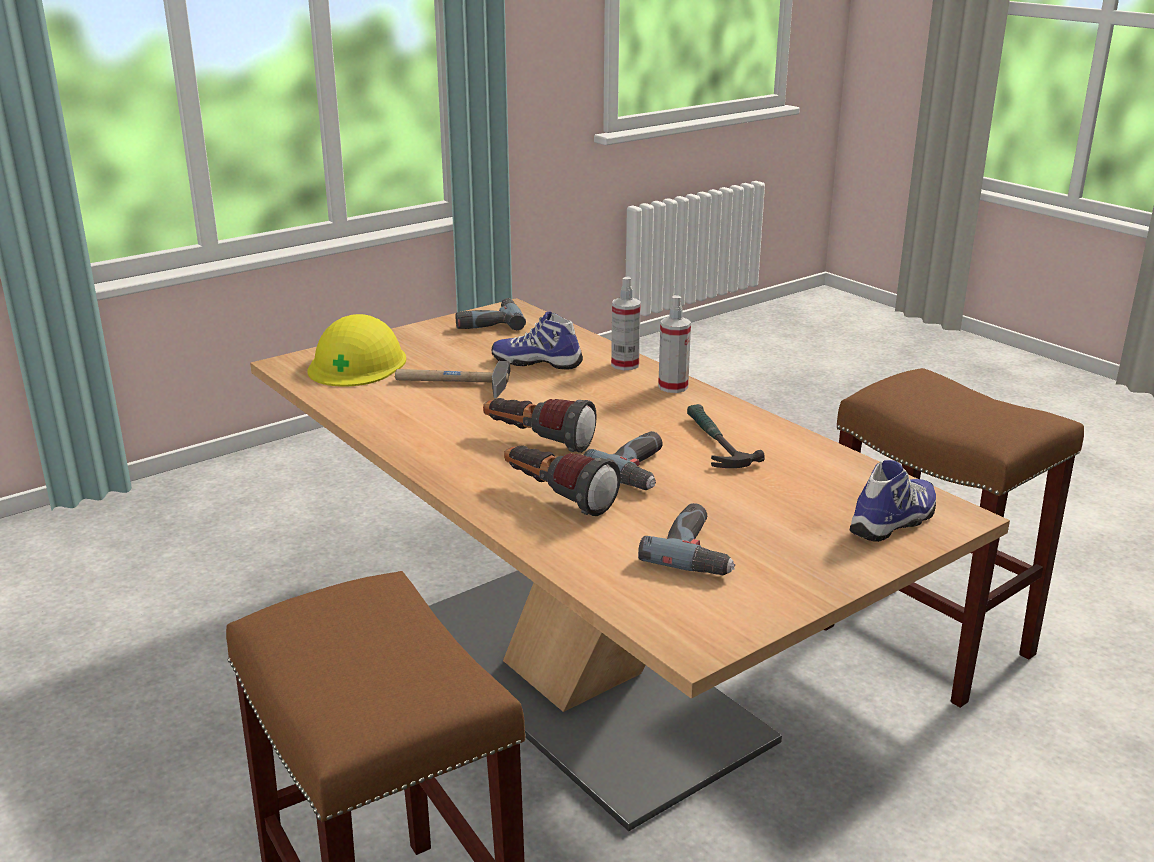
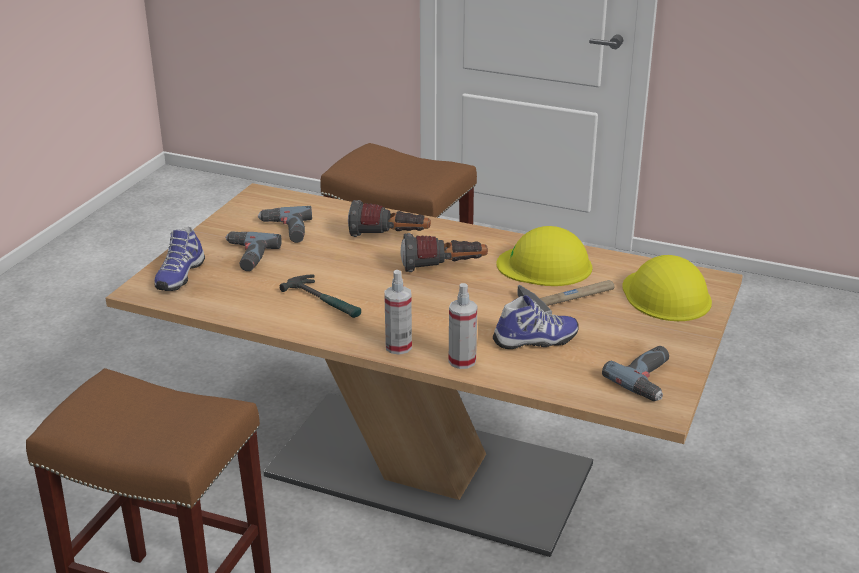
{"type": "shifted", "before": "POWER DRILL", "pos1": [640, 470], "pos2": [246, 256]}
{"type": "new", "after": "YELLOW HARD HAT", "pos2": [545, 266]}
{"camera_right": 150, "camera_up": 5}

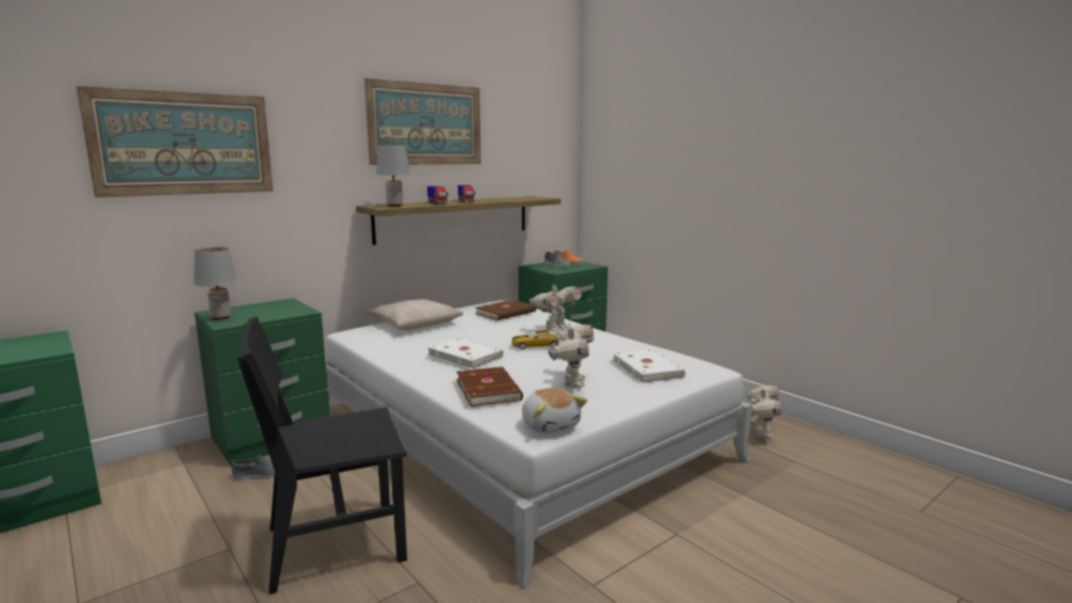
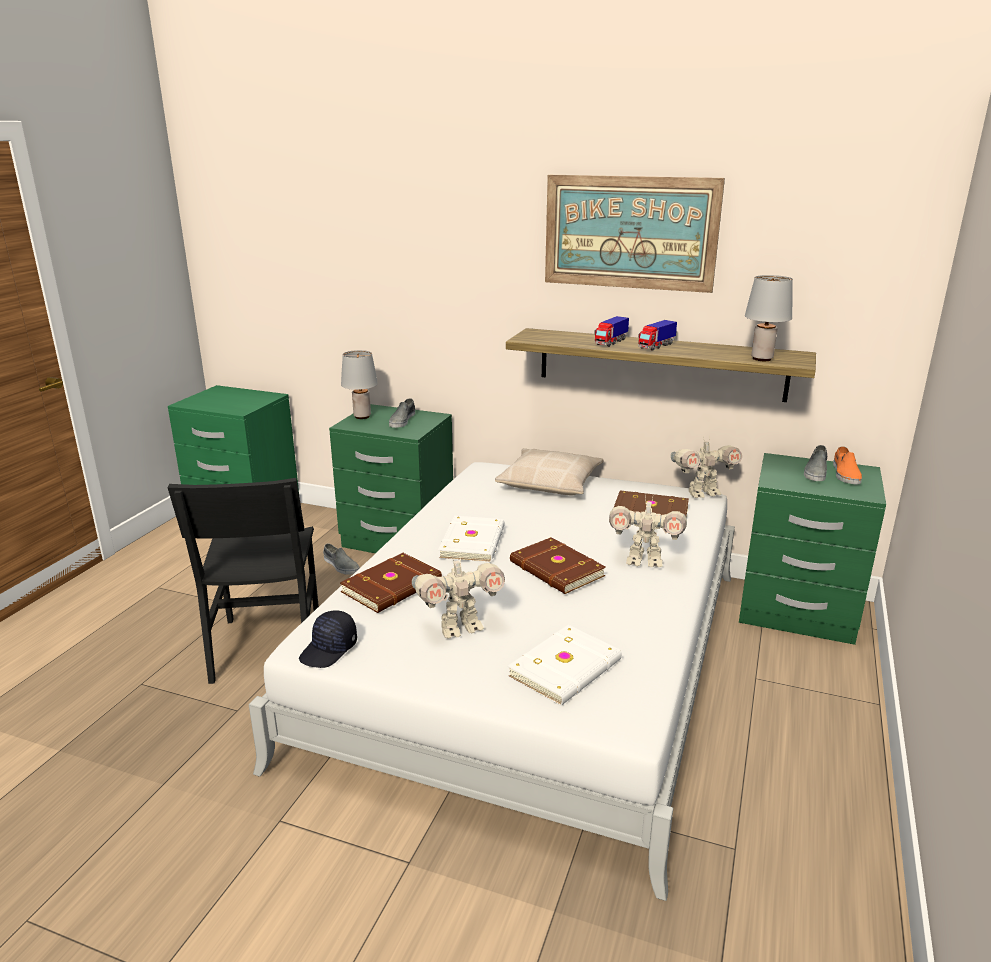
{"type": "gone", "before": "PICTURE", "pos1": [184, 144]}
{"type": "rotated", "before": "BLACK CHAIR", "pos1": [335, 543], "pos2": [267, 646], "turn": -135}
{"type": "shifted", "before": "GREY TABLE LAMP", "pos1": [394, 206], "pos2": [761, 358]}
{"type": "swapped", "before": "TOY CAR", "after": "BROWN BOOK", "pos1": [537, 346], "pos2": [556, 570]}
{"type": "swapped", "before": "PLUSH TOY", "after": "BLACK CAP", "pos1": [550, 425], "pos2": [329, 650]}
{"type": "shifted", "before": "TOY ROBOT", "pos1": [761, 433], "pos2": [702, 493]}
{"type": "new", "after": "GREY SHOE", "pos2": [402, 420]}
{"camera_right": 60, "camera_up": 10}

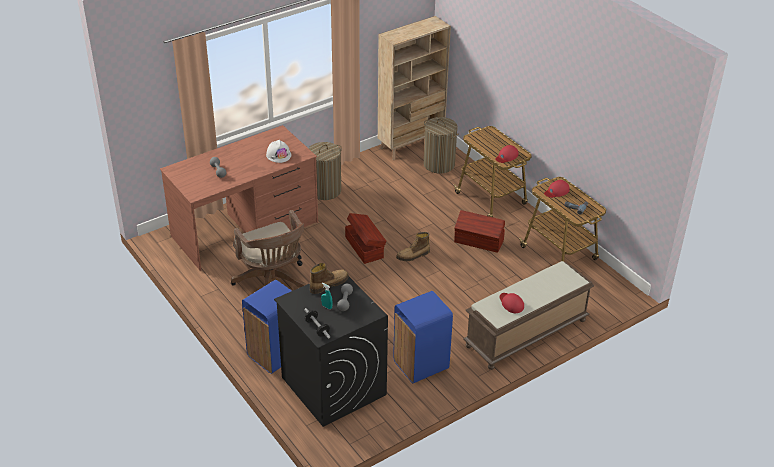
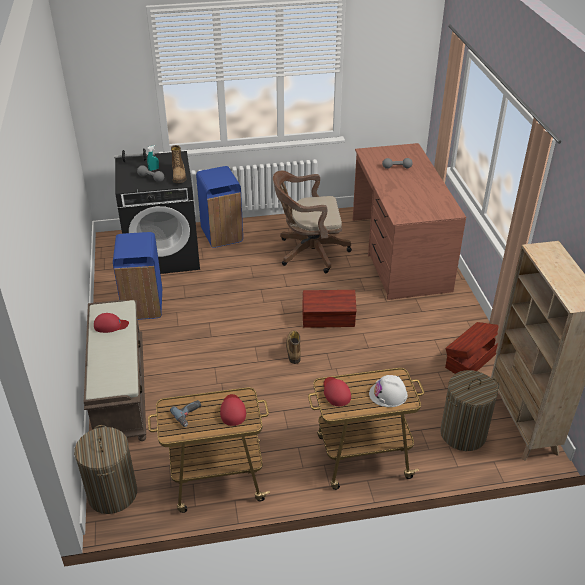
{"type": "shifted", "before": "WHITE HARD HAT", "pos1": [278, 155], "pos2": [388, 394]}
{"type": "shifted", "before": "LAUNDRY BASKET", "pos1": [325, 190], "pos2": [112, 493]}
{"type": "shifted", "before": "BROWN STORAGE BOX", "pos1": [479, 241], "pos2": [470, 360]}
{"camera_right": 115, "camera_up": 0}

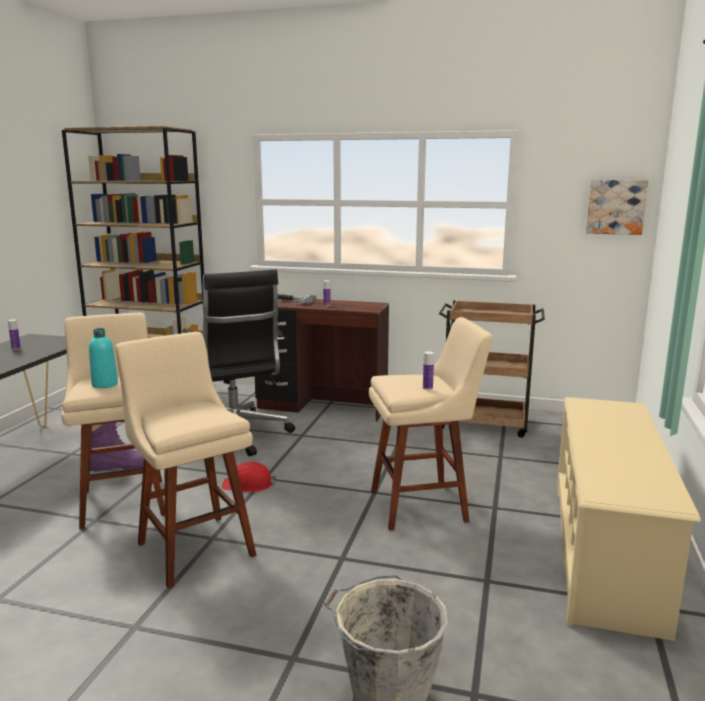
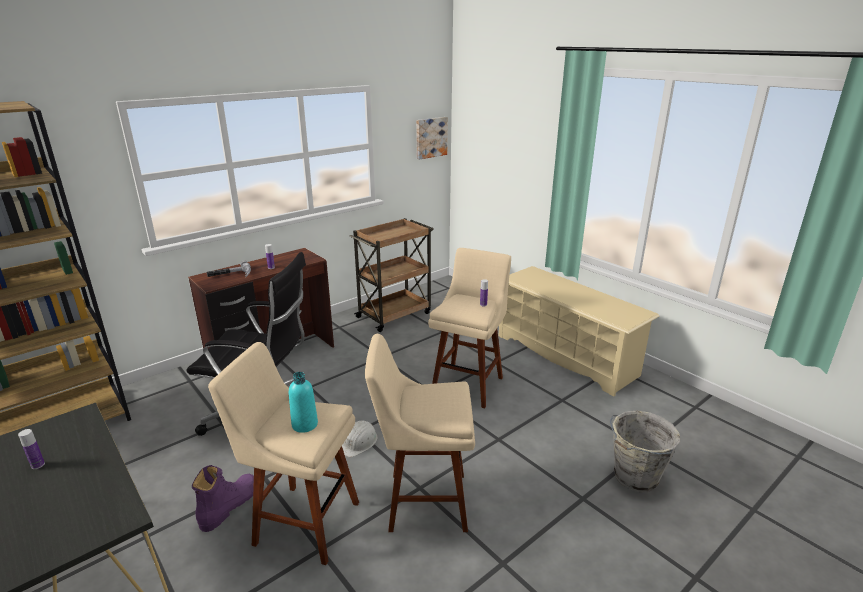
{"type": "repainted", "before": "RED HARD HAT", "after": "WHITE HARD HAT", "pos1": [248, 484], "pos2": [358, 442]}
{"camera_right": -55, "camera_up": 10}

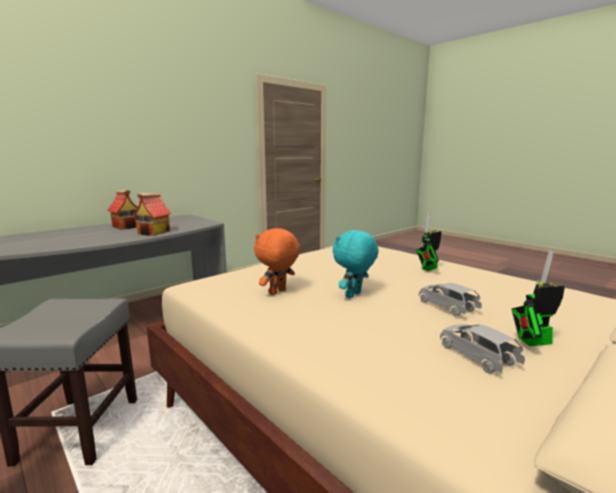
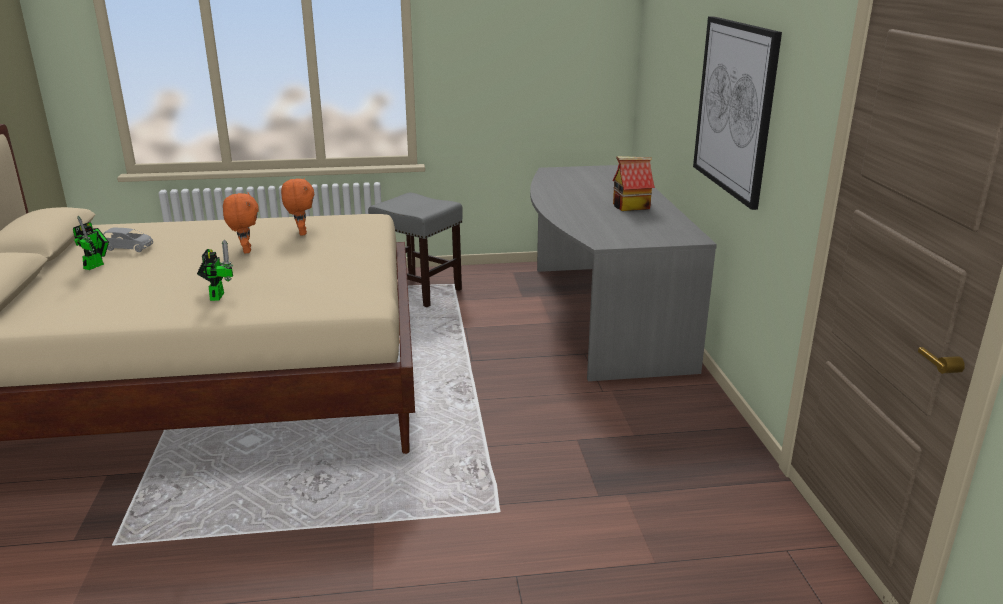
{"type": "gone", "before": "TOY HOUSE", "pos1": [154, 232]}
{"type": "repainted", "before": "TURQUOISE PLUSH TOY", "after": "ORANGE PLUSH TOY", "pos1": [354, 295], "pos2": [245, 250]}
{"type": "gone", "before": "GREY TOY CAR", "pos1": [446, 307]}
{"type": "new", "after": "PICTURE", "pos2": [734, 108]}
{"camera_right": 125, "camera_up": 10}

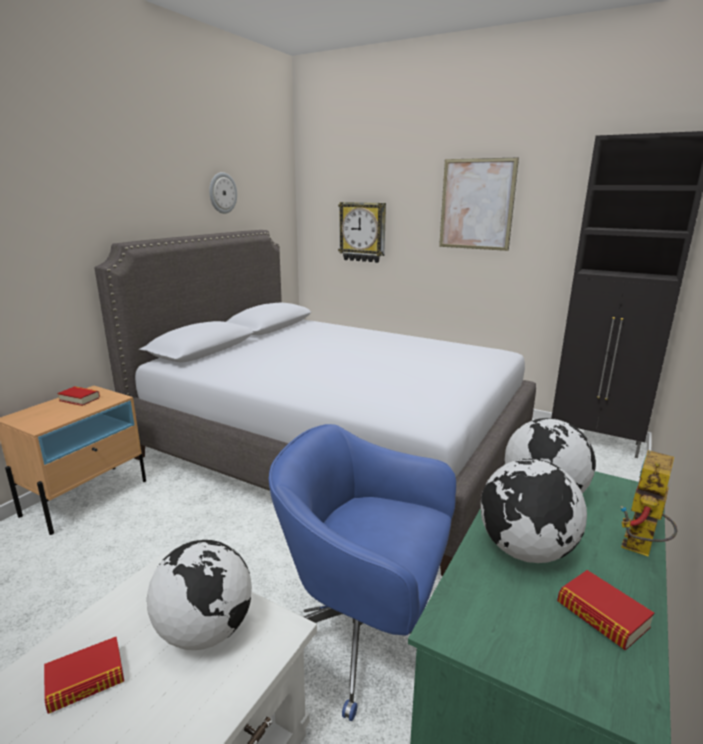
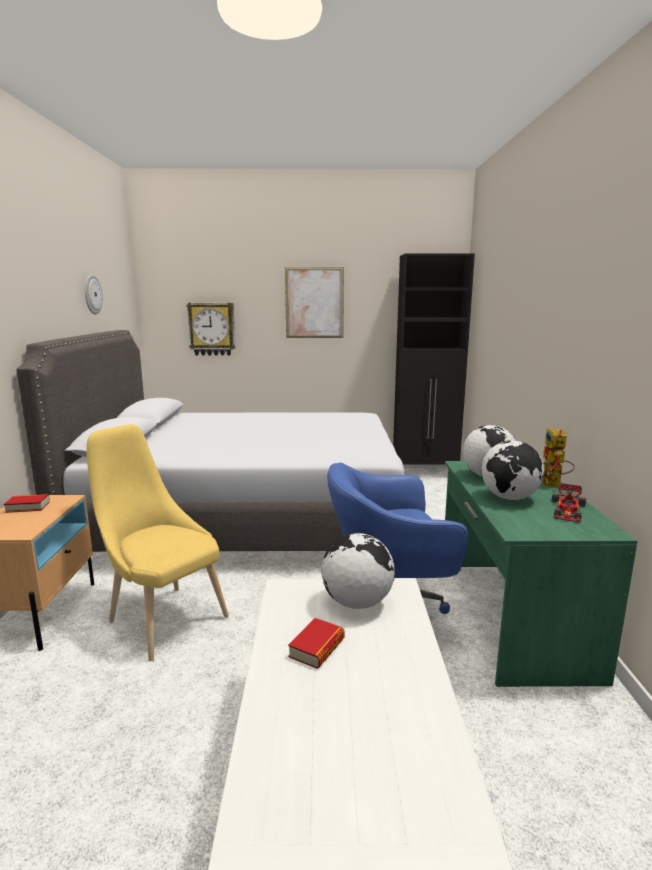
{"type": "swapped", "before": "BOOK", "after": "TOY CAR", "pos1": [602, 615], "pos2": [567, 510]}
{"type": "new", "after": "YELLOW CHAIR", "pos2": [162, 617]}
{"camera_right": -30, "camera_up": -5}

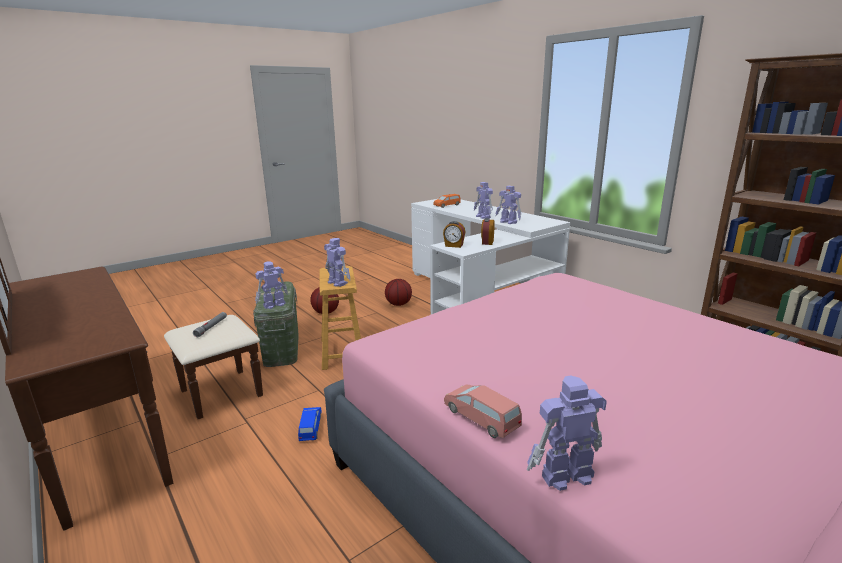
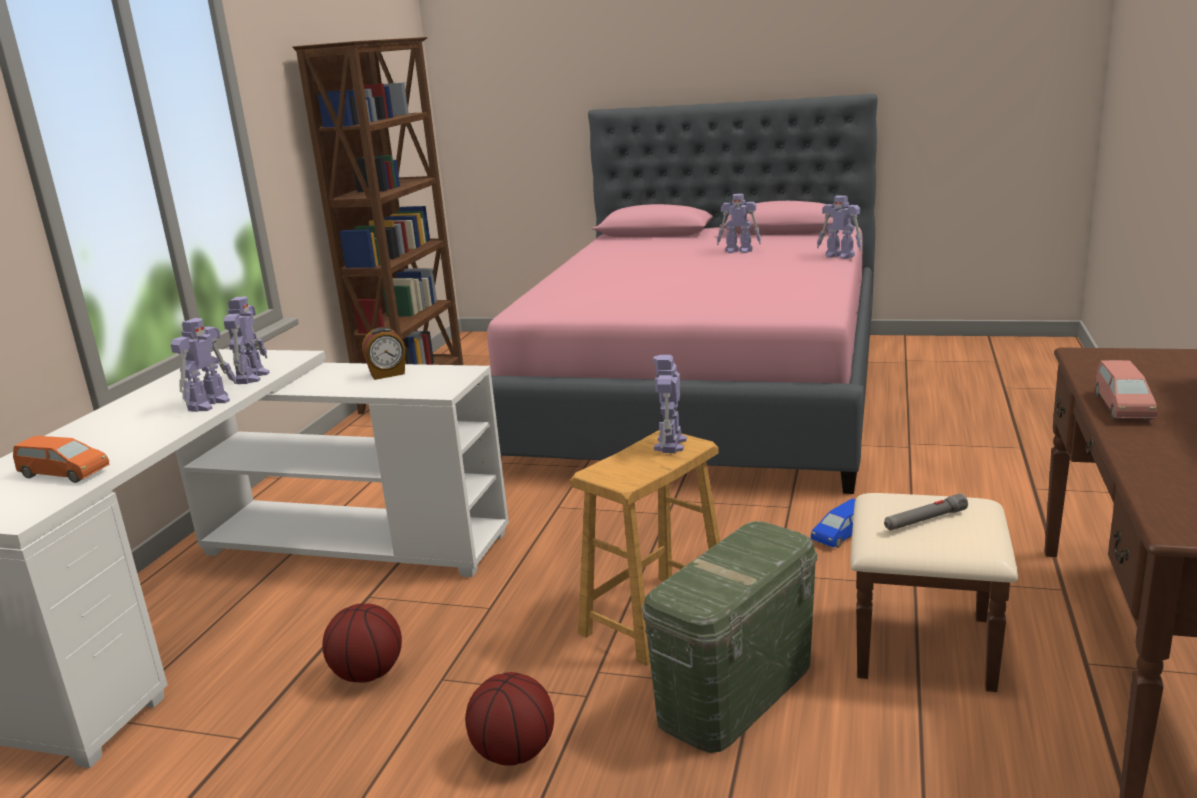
{"type": "shifted", "before": "TOY ROBOT", "pos1": [273, 305], "pos2": [739, 251]}
{"type": "gone", "before": "ALARM CLOCK", "pos1": [454, 245]}
{"type": "shifted", "before": "PINK TOY CAR", "pos1": [481, 418], "pos2": [1122, 406]}
{"camera_right": -125, "camera_up": 0}

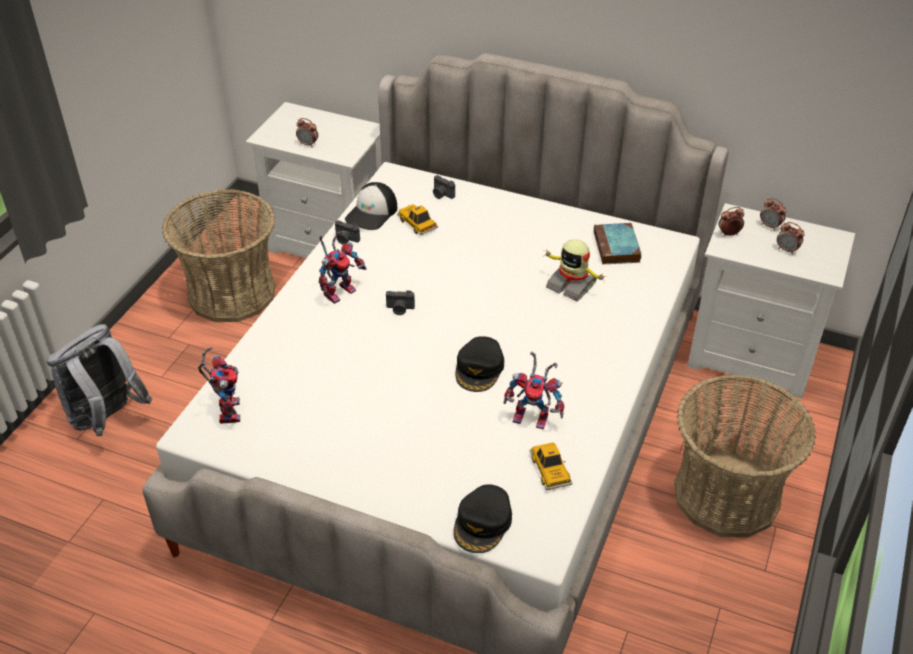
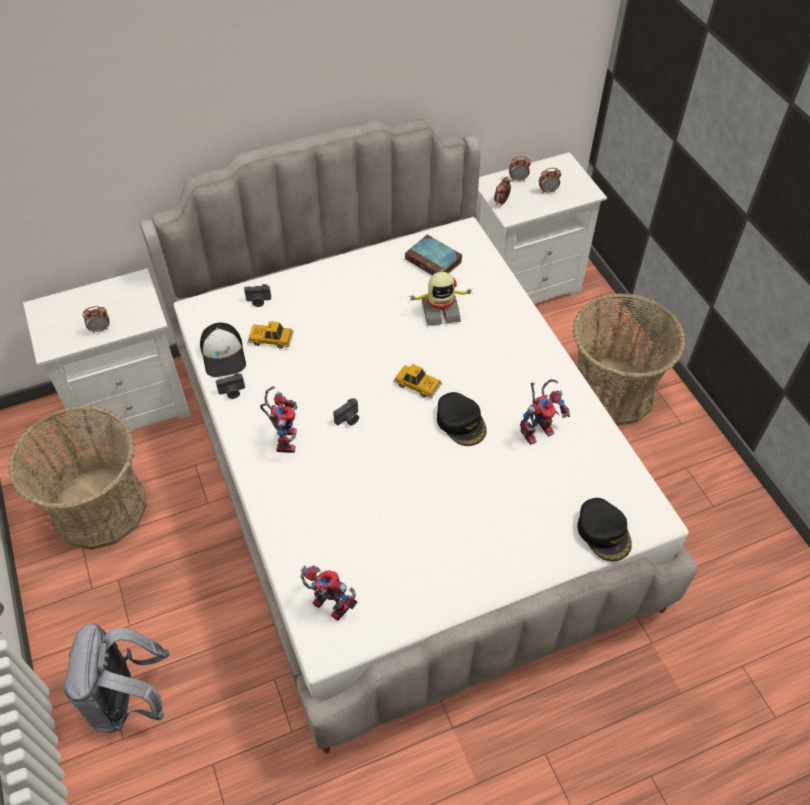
{"type": "shifted", "before": "TOY CAR", "pos1": [550, 470], "pos2": [417, 384]}
{"camera_right": -45, "camera_up": 10}

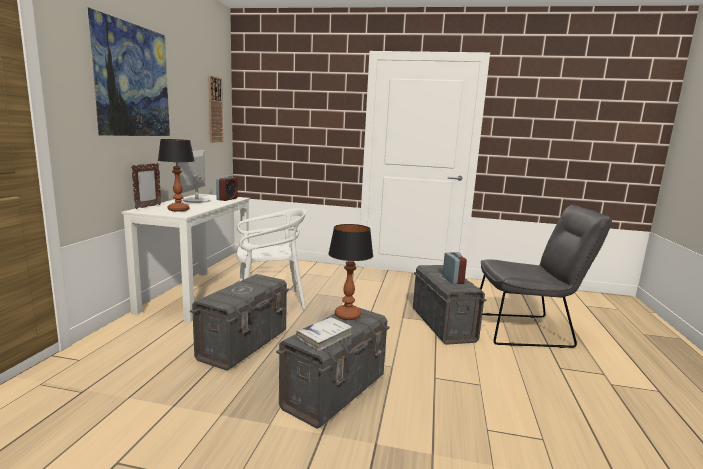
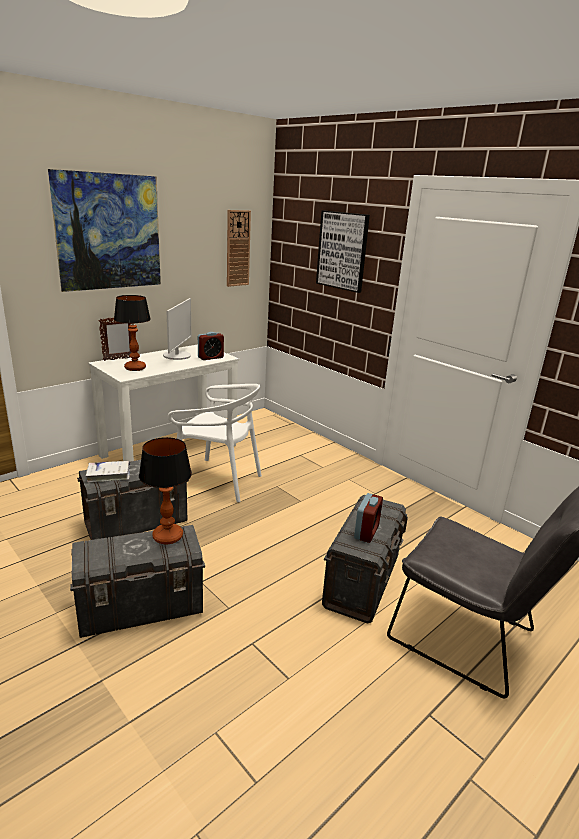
{"type": "rotated", "before": "MONITOR", "pos1": [196, 200], "pos2": [177, 355], "turn": 150}
{"type": "shifted", "before": "WHITE BOOK", "pos1": [324, 338], "pos2": [109, 475]}
{"type": "new", "after": "PICTURE", "pos2": [342, 251]}
{"camera_right": 35, "camera_up": 10}

